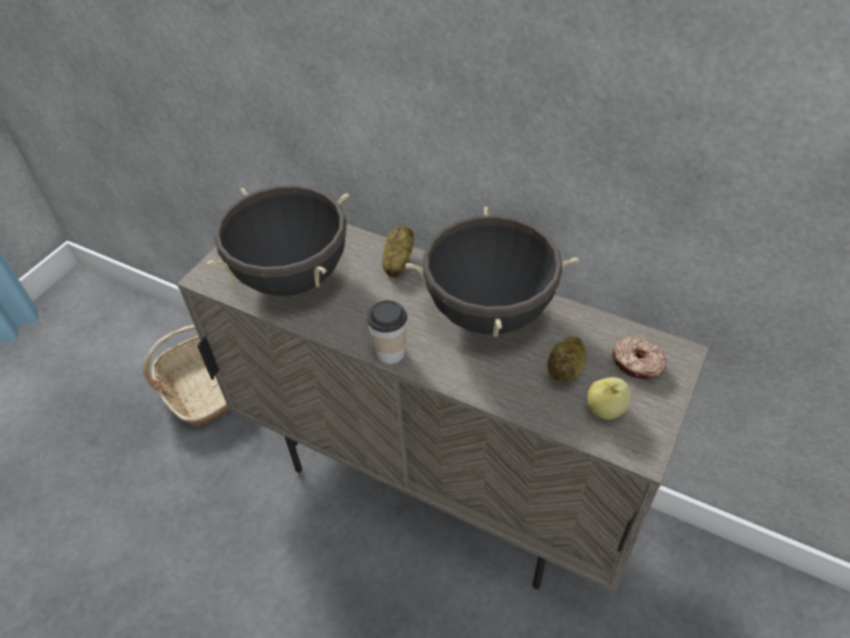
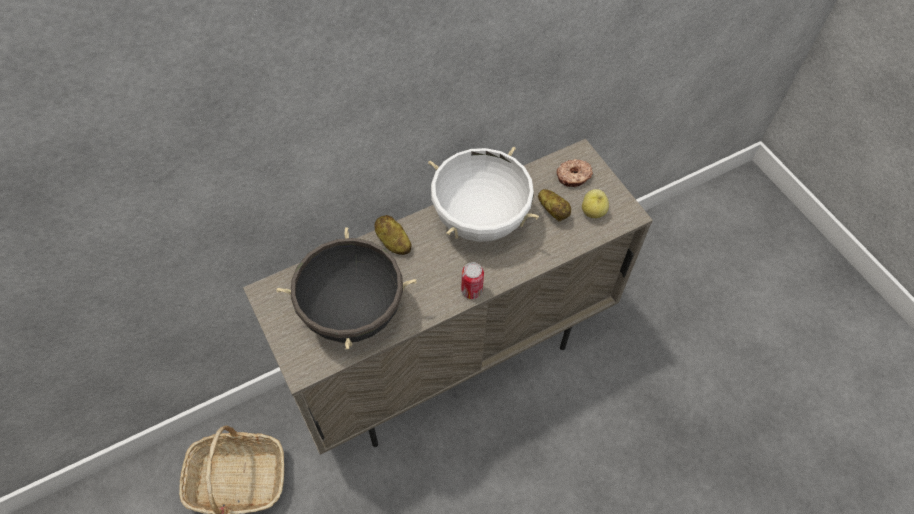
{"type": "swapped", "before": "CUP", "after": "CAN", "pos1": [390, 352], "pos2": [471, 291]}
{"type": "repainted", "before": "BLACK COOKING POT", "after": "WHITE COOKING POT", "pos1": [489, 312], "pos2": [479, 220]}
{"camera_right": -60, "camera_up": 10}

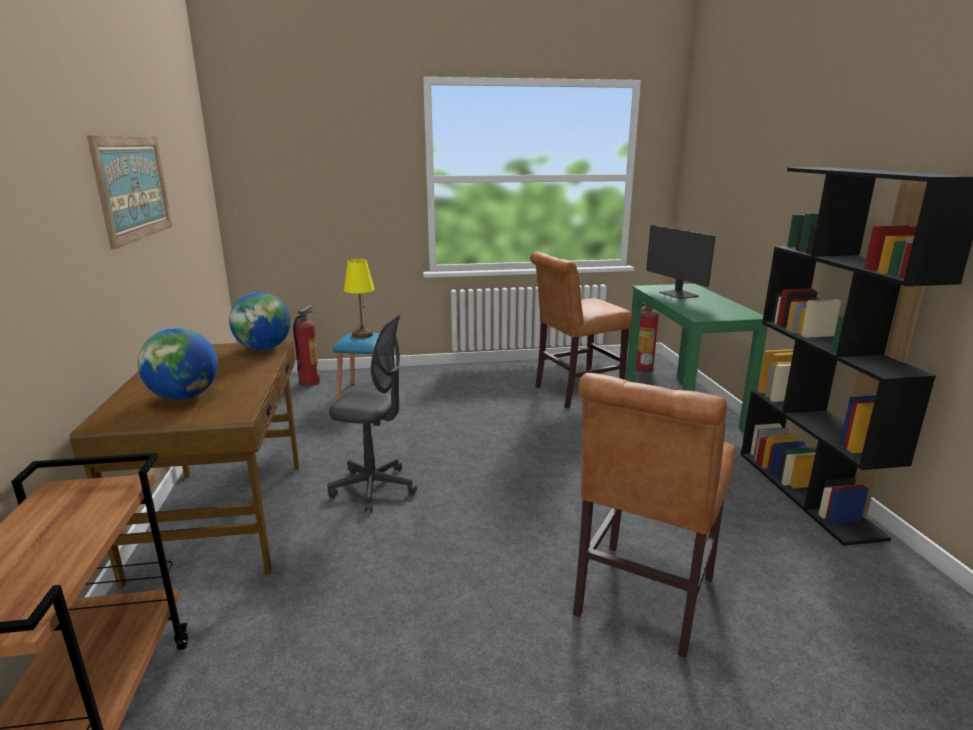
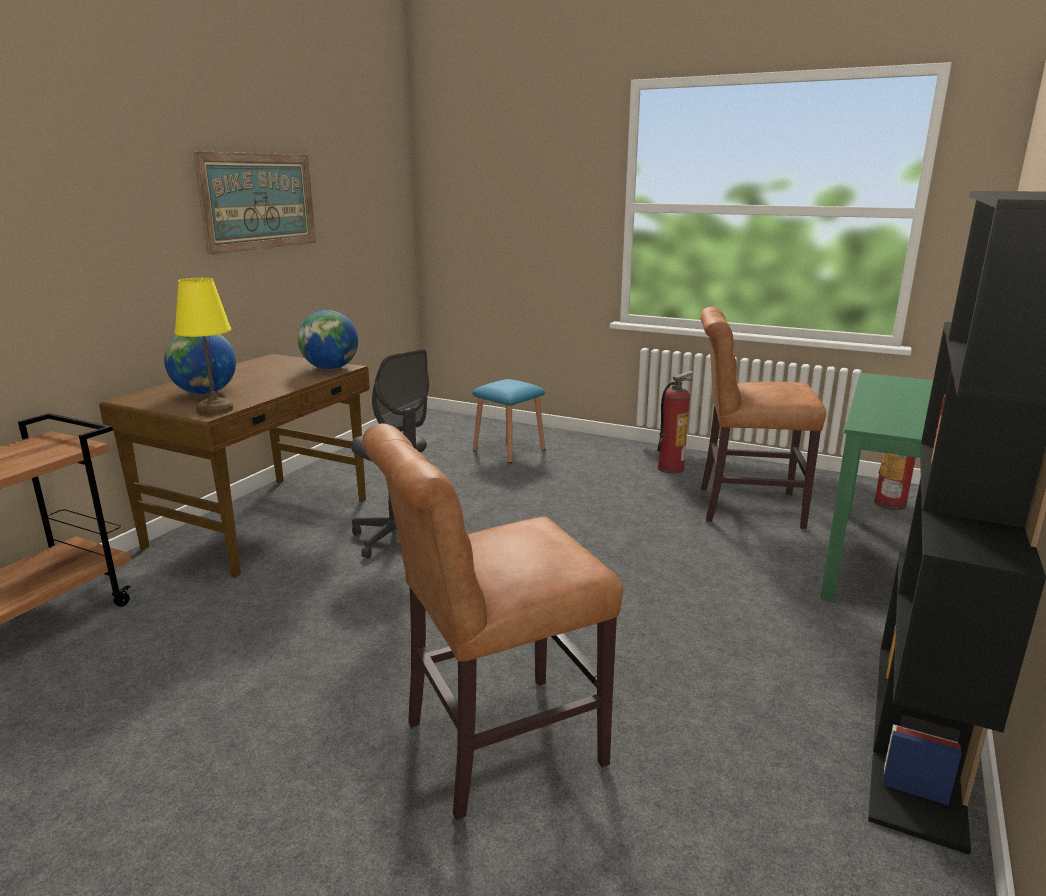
{"type": "shifted", "before": "FIRE EXTINGUISHER", "pos1": [309, 382], "pos2": [670, 468]}
{"type": "shifted", "before": "YELLOW TABLE LAMP", "pos1": [362, 335], "pos2": [214, 410]}
{"type": "gone", "before": "MONITOR", "pos1": [678, 294]}
{"camera_right": 35, "camera_up": 0}

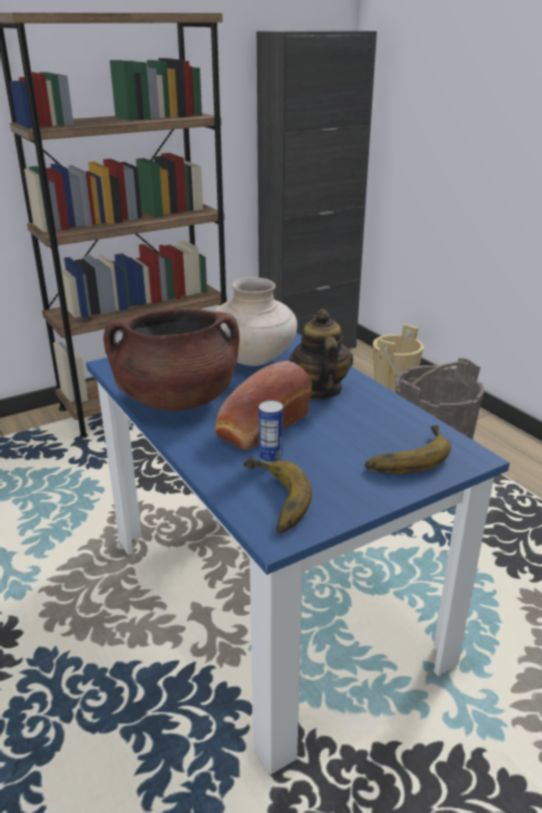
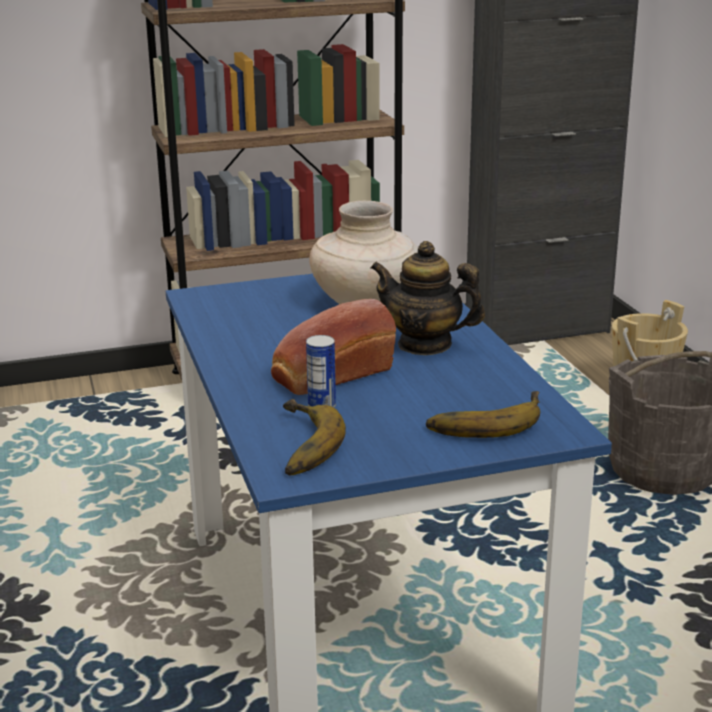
{"type": "gone", "before": "BROWN COOKING POT", "pos1": [177, 399]}
{"type": "rotated", "before": "TEAPOT", "pos1": [319, 390], "pos2": [425, 344], "turn": -75}
{"camera_right": 15, "camera_up": -5}

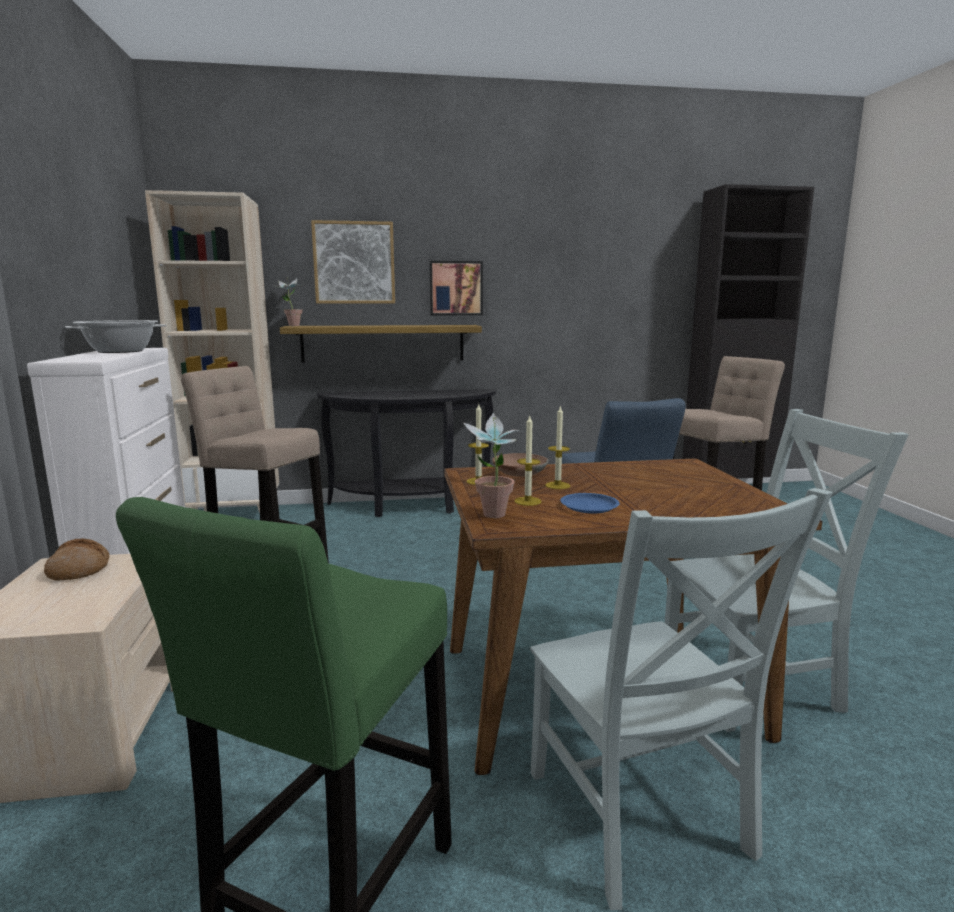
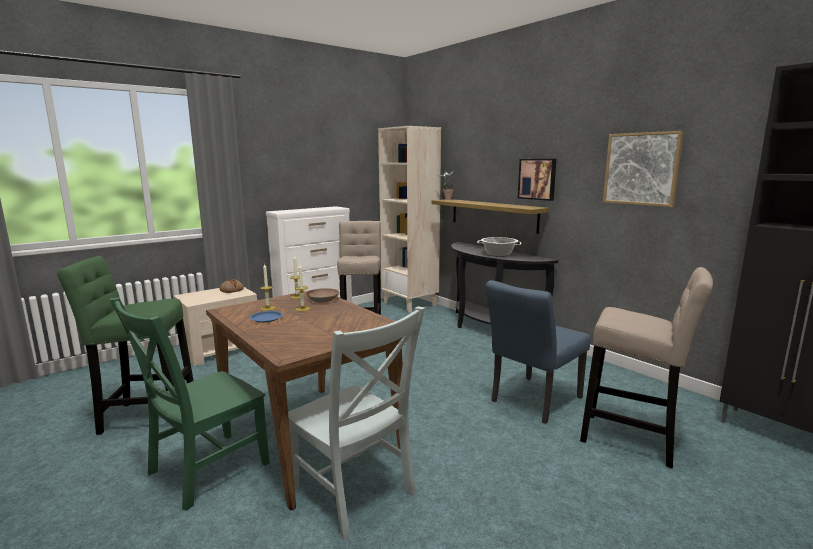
{"type": "shifted", "before": "COOKING POT", "pos1": [120, 351], "pos2": [498, 254]}
{"type": "shifted", "before": "PICTURE", "pos1": [354, 263], "pos2": [641, 169]}
{"type": "gone", "before": "POTTED PLANT", "pos1": [494, 517]}
{"type": "repainted", "before": "GREY CHAIR", "after": "GREEN CHAIR", "pos1": [640, 820], "pos2": [204, 470]}
{"camera_right": 60, "camera_up": 0}

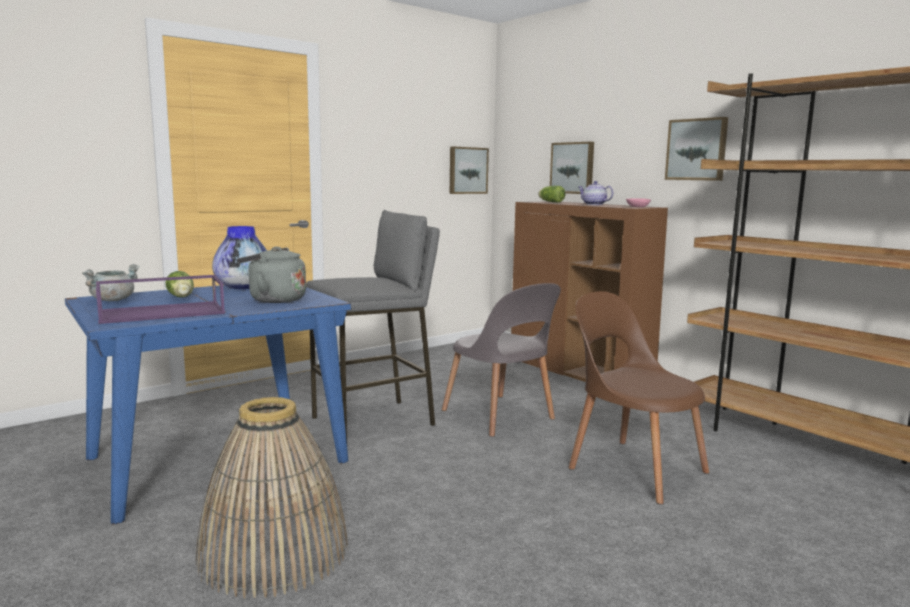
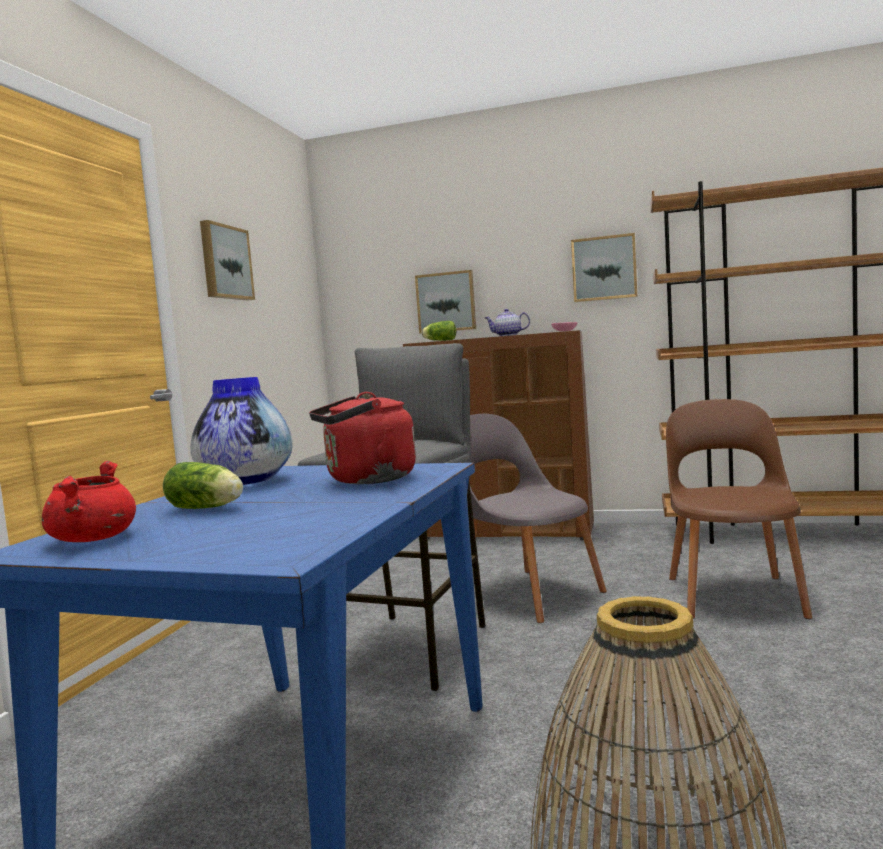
{"type": "repainted", "before": "GREY COOKING POT", "after": "RED COOKING POT", "pos1": [113, 300], "pos2": [93, 538]}
{"type": "gone", "before": "PURPLE TRAY", "pos1": [163, 312]}
{"type": "repainted", "before": "GREY KETTLE", "after": "RED KETTLE", "pos1": [274, 300], "pos2": [366, 480]}
{"type": "rotated", "before": "GREY CHAIR", "pos1": [500, 416], "pos2": [528, 593], "turn": -150}
{"type": "shifted", "before": "PICTURE", "pos1": [467, 170], "pos2": [225, 262]}
{"type": "rotated", "before": "BROWN CHAIR", "pos1": [633, 468], "pos2": [733, 594], "turn": 90}
{"camera_right": -35, "camera_up": -5}

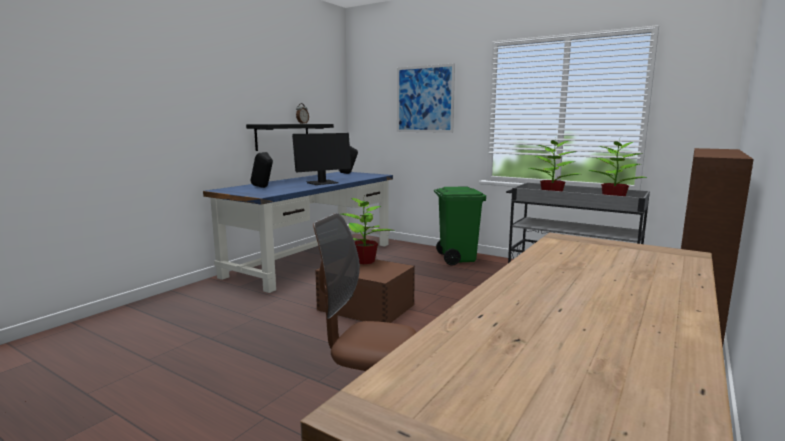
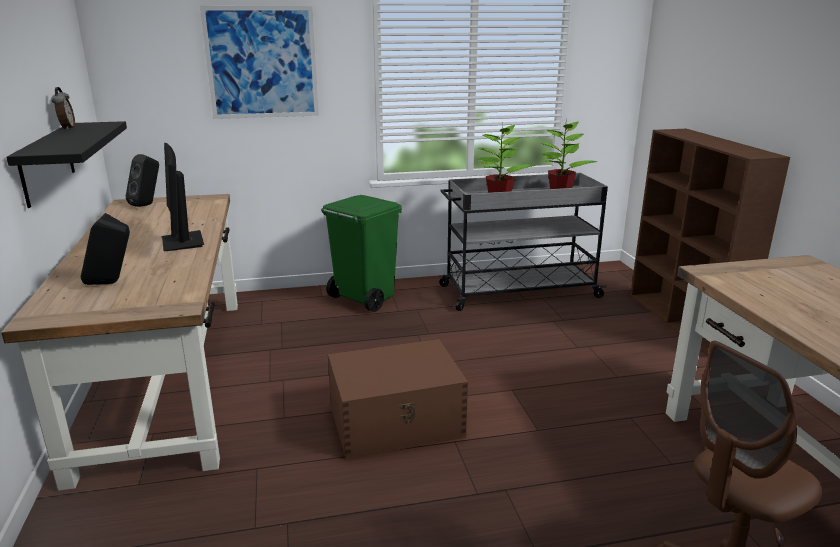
{"type": "repainted", "before": "BLUE DESK", "after": "BROWN DESK", "pos1": [313, 259], "pos2": [168, 375]}
{"type": "rotated", "before": "MONITOR", "pos1": [322, 183], "pos2": [182, 242], "turn": 150}
{"type": "gone", "before": "POTTED PLANT", "pos1": [365, 261]}
{"camera_right": -45, "camera_up": 10}

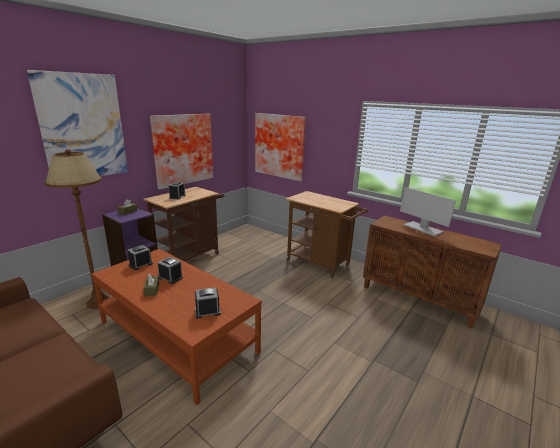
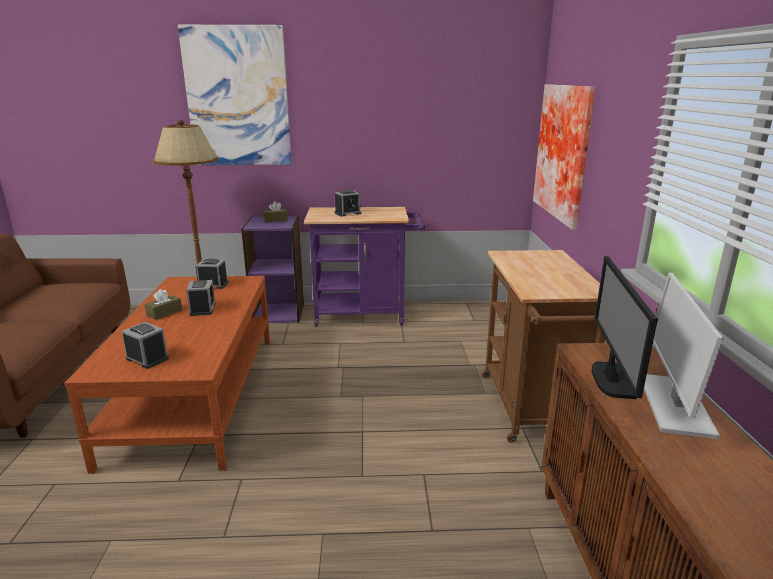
{"type": "repainted", "before": "BROWN CART", "after": "PURPLE CART", "pos1": [190, 256], "pos2": [366, 315]}
{"type": "gone", "before": "PICTURE", "pos1": [182, 149]}
{"type": "new", "after": "MONITOR", "pos2": [610, 380]}
{"camera_right": 50, "camera_up": 0}

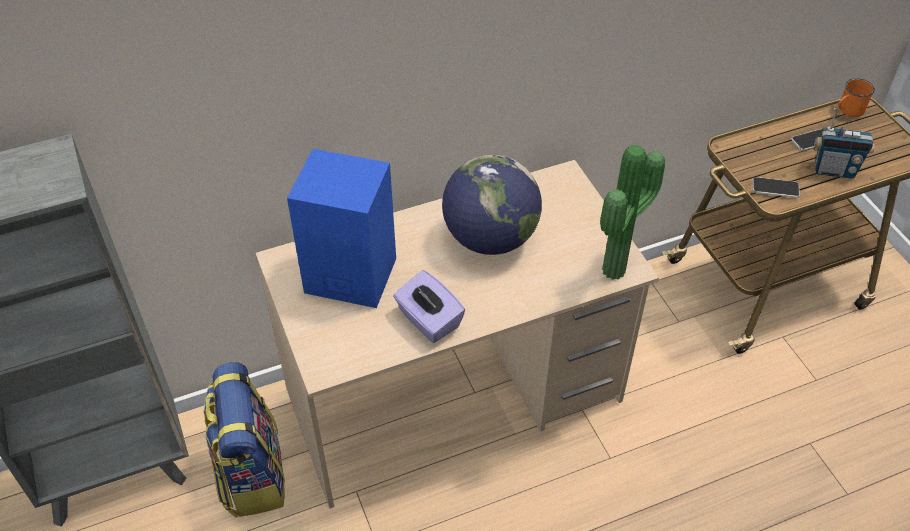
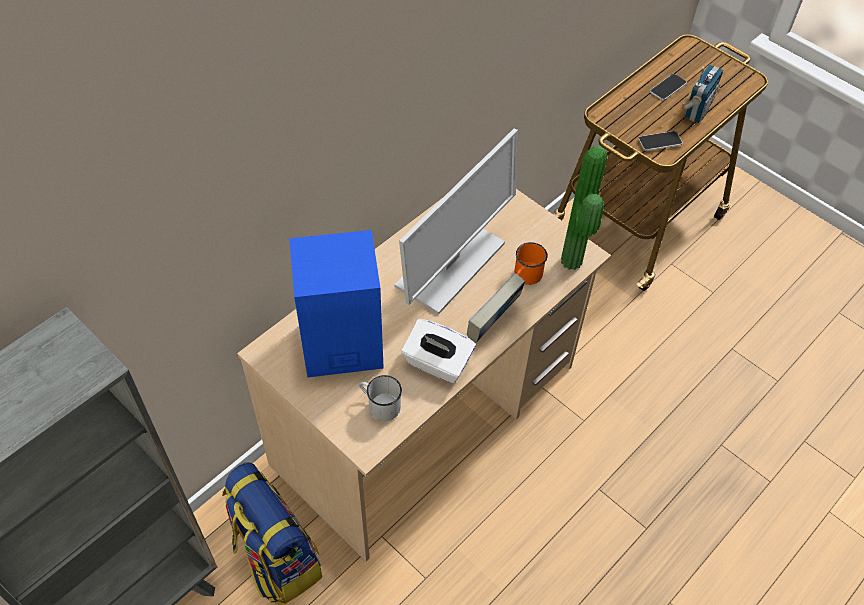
{"type": "repainted", "before": "PURPLE TISSUE BOX", "after": "WHITE TISSUE BOX", "pos1": [429, 320], "pos2": [437, 363]}
{"type": "swapped", "before": "GLOBE", "after": "MONITOR", "pos1": [490, 238], "pos2": [450, 266]}
{"type": "rotated", "before": "RADIO", "pos1": [833, 170], "pos2": [696, 111], "turn": -45}
{"type": "shifted", "before": "ORANGE MUG", "pos1": [848, 110], "pos2": [525, 277]}
{"type": "new", "after": "WHITE MUG", "pos2": [380, 405]}
{"type": "new", "after": "BOOK", "pos2": [493, 324]}
{"camera_right": -25, "camera_up": 5}

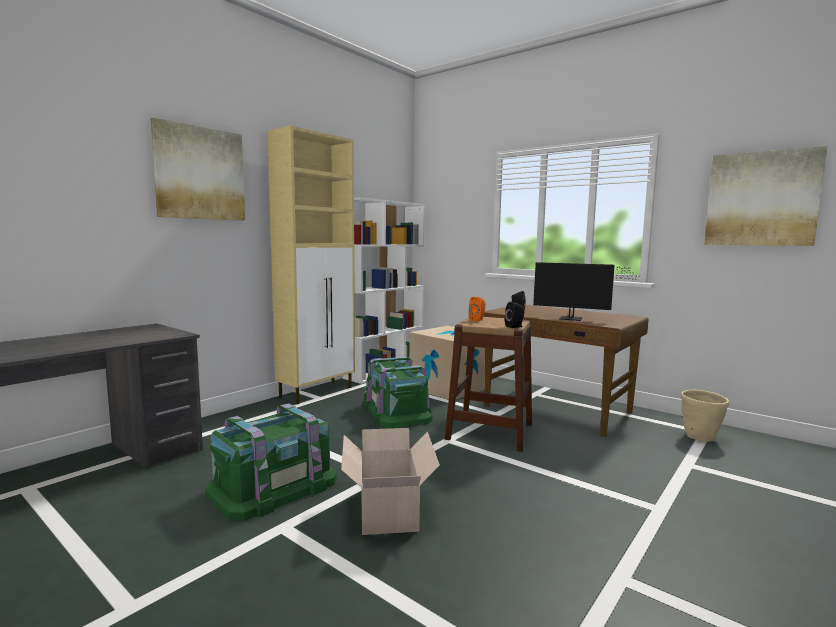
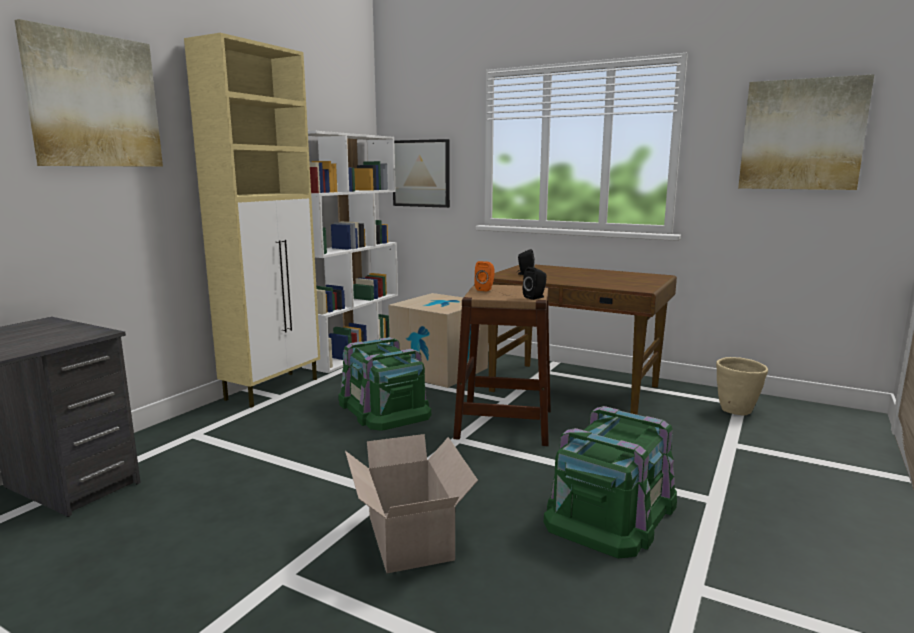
{"type": "shifted", "before": "GREEN STORAGE BOX", "pos1": [273, 486], "pos2": [611, 510]}
{"type": "gone", "before": "MONITOR", "pos1": [574, 319]}
{"type": "new", "after": "PICTURE", "pos2": [421, 173]}
{"camera_right": -10, "camera_up": 5}

